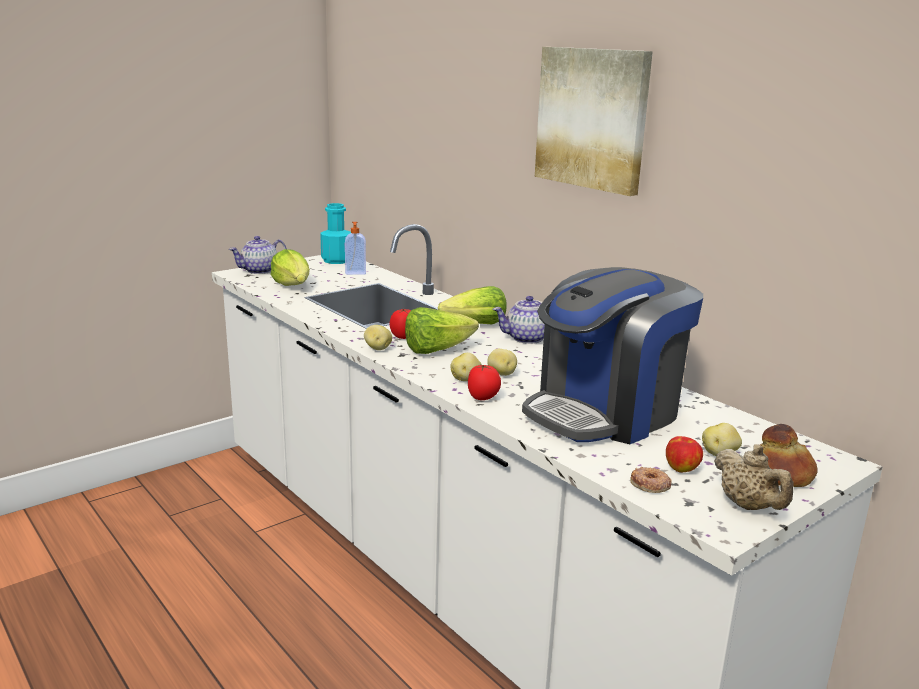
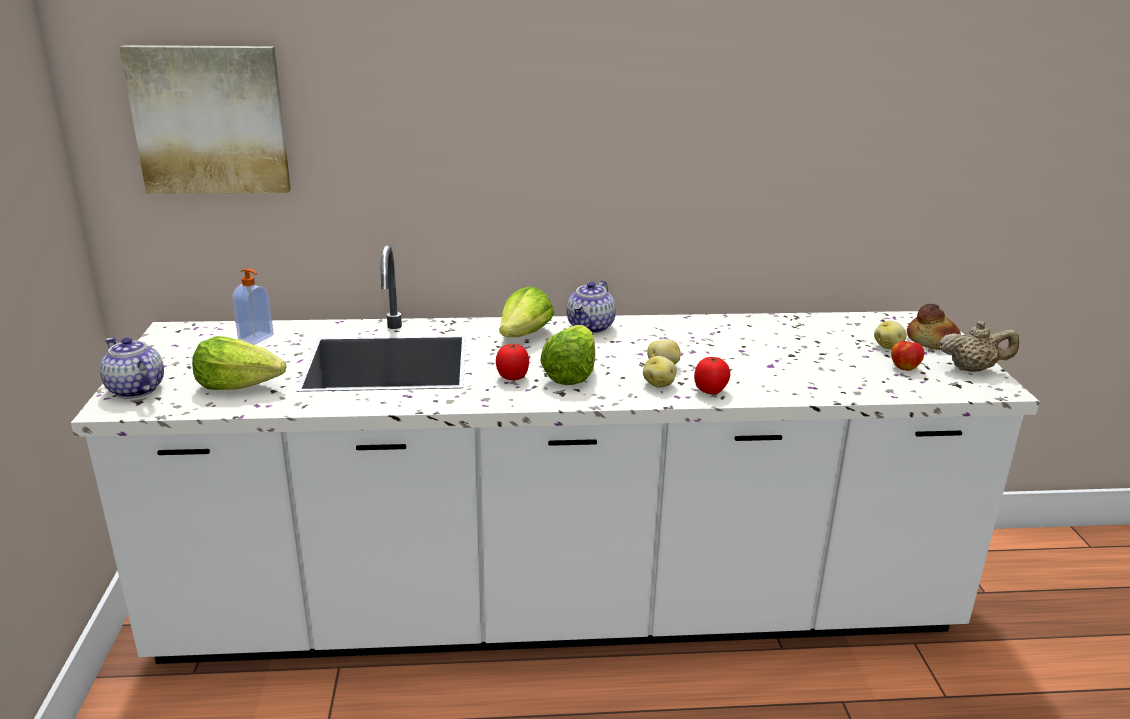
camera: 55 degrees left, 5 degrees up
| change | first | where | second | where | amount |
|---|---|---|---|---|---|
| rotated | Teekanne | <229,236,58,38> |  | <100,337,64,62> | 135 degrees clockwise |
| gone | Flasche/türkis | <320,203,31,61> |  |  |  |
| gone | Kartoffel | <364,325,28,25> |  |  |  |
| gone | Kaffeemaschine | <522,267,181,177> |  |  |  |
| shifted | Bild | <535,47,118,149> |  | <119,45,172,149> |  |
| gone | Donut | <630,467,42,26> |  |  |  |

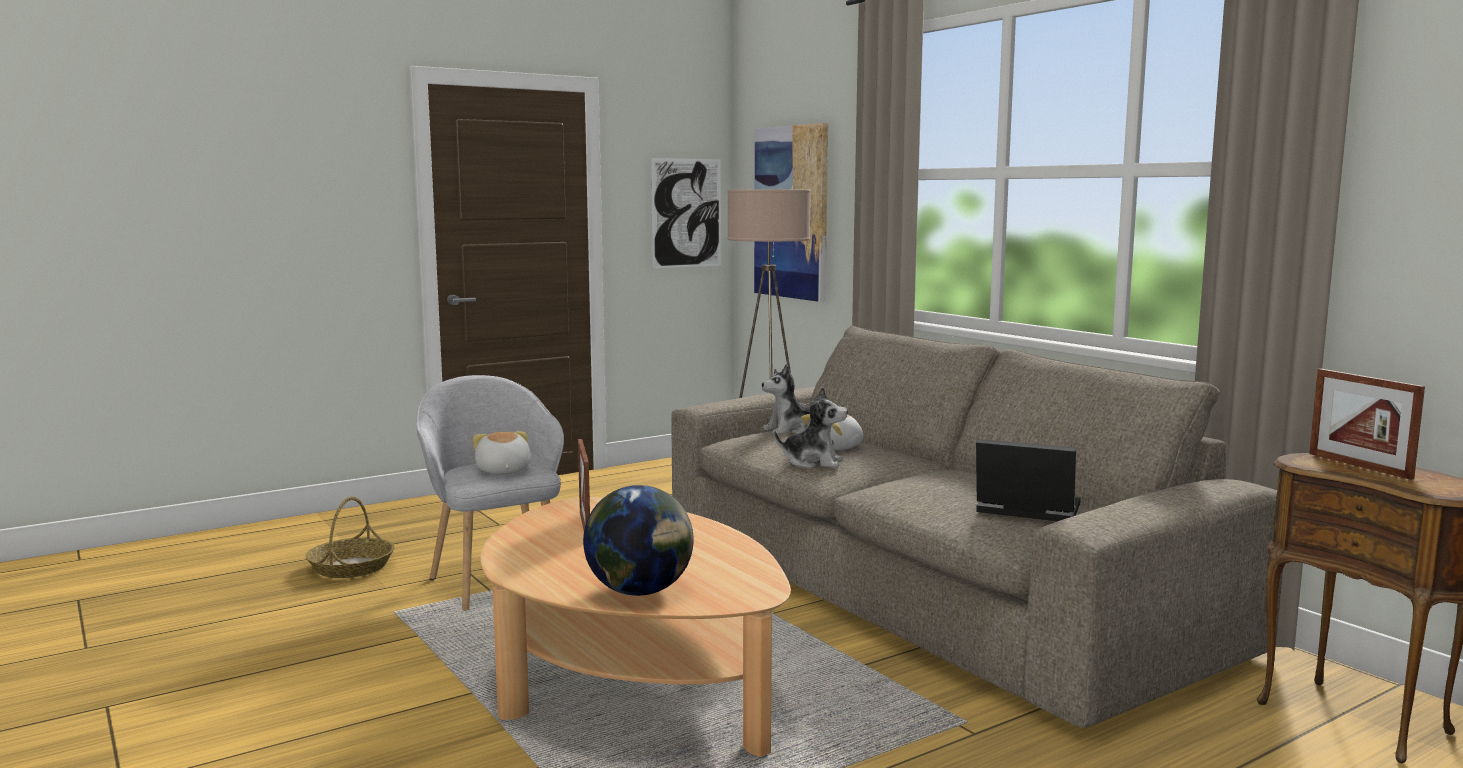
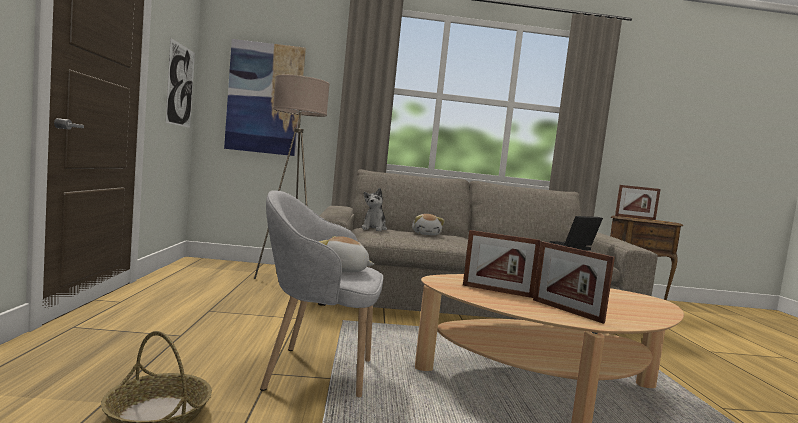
camera: 60 degrees left, 5 degrees down
| change | first | where | second | where | amount |
|---|---|---|---|---|---|
| gone | Globus | <583,485,111,111> |  |  |  |
| gone | Plüschtier | <774,387,74,82> |  |  |  |
| new |  |  | Bilderrahmen | <533,241,82,83> |  |

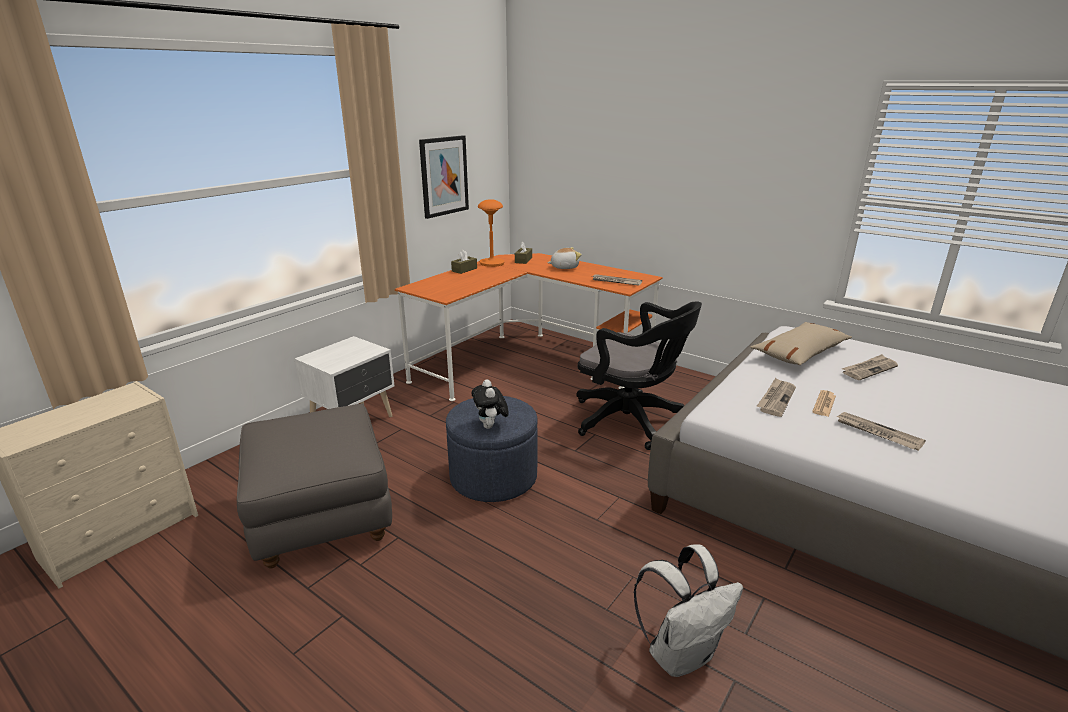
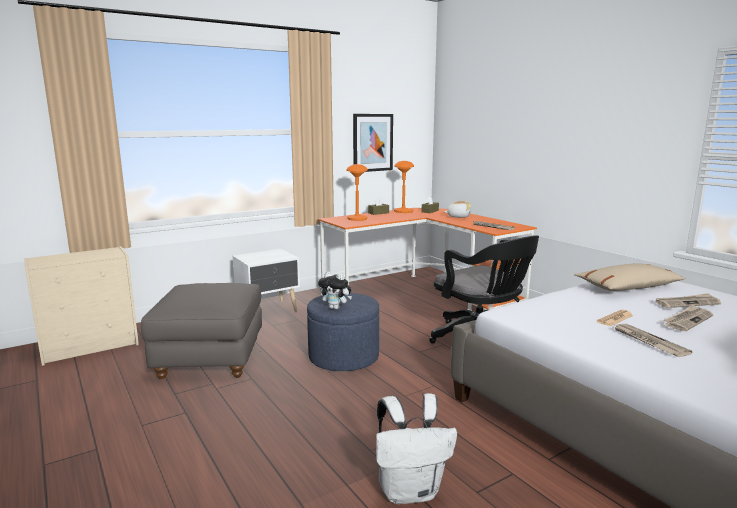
camera: 20 degrees right, 10 degrees down
| change | first | where | second | where | amount |
|---|---|---|---|---|---|
| rotated | Plüschtier | <471,379,38,50> |  | <318,272,34,37> | 75 degrees counterclockwise |
| shifted | Zeitung | <757,378,39,39> |  | <663,305,50,26> |  |
| new |  |  | Tischlampe/orange | <346,164,22,57> |  |

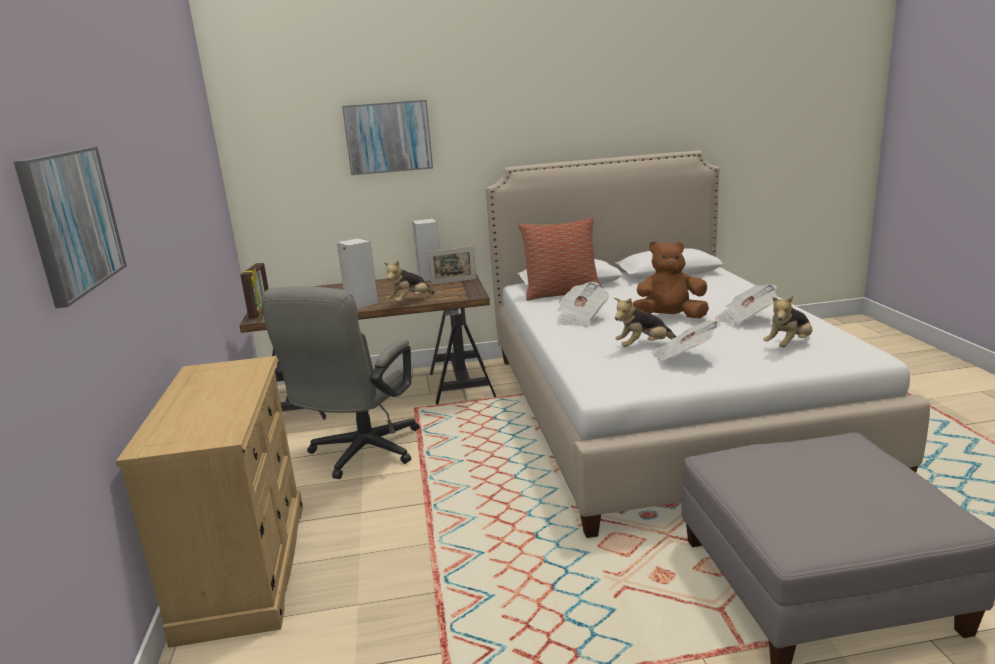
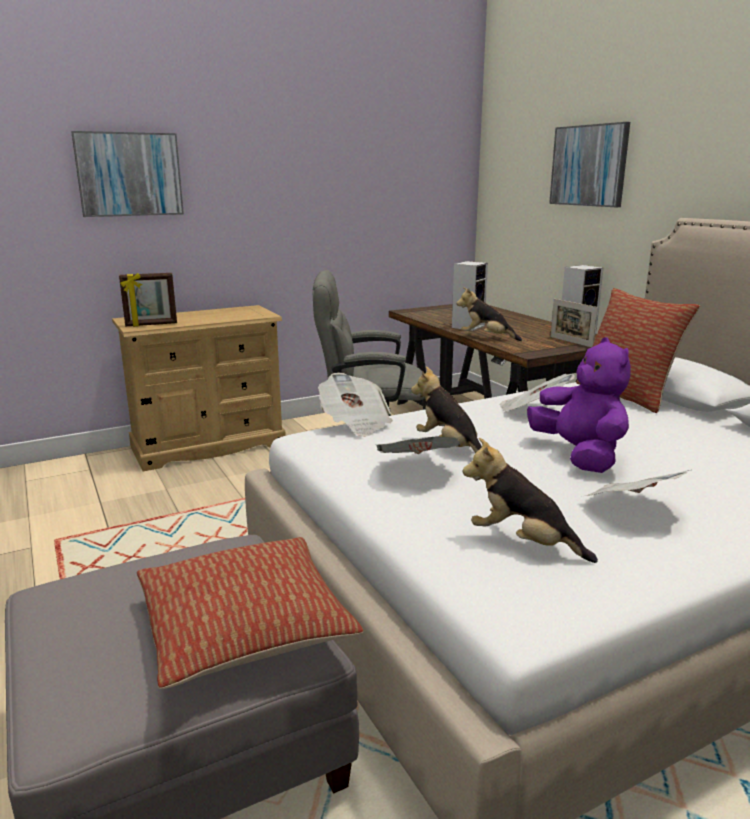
camera: 70 degrees right, 0 degrees up
| change | first | where | second | where | amount |
|---|---|---|---|---|---|
| shifted | Bilderrahmen | <240,263,29,56> |  | <119,273,58,54> |  |
| repainted | Plüschtier/braun | <632,241,77,77> | Plüschtier/lila | <527,337,104,136> |  |
| new |  |  | Kissen | <137,537,226,152> |  |
| new |  |  | Zeitung | <318,373,75,64> |  |

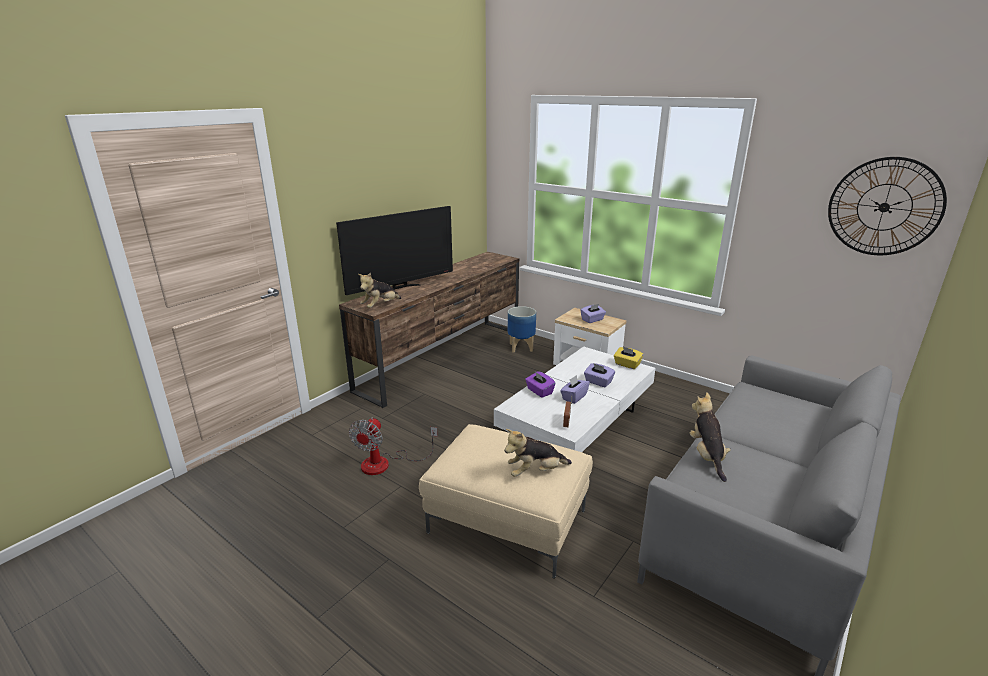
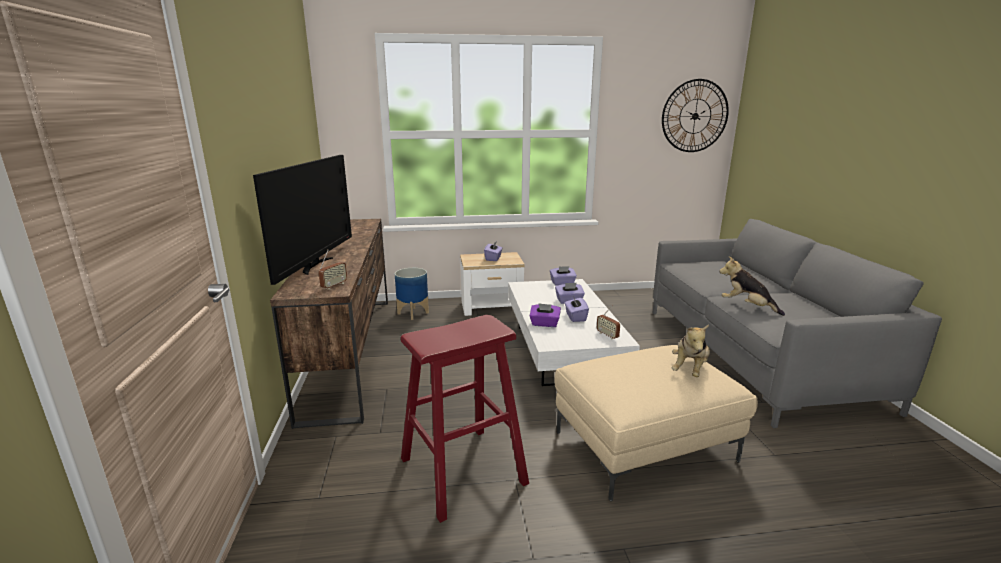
camera: 45 degrees left, 5 degrees down
| change | first | where | second | where | amount |
|---|---|---|---|---|---|
| swapped | Ventilator | <349,417,89,58> | Hocker/rot | <401,315,128,208> |  |
| swapped | Plüschtier | <358,273,43,35> | Radio | <319,250,28,40> |  |
| repainted | Taschentuchbox/gelb | <614,347,29,22> | Taschentuchbox/lila | <550,266,27,20> |  |

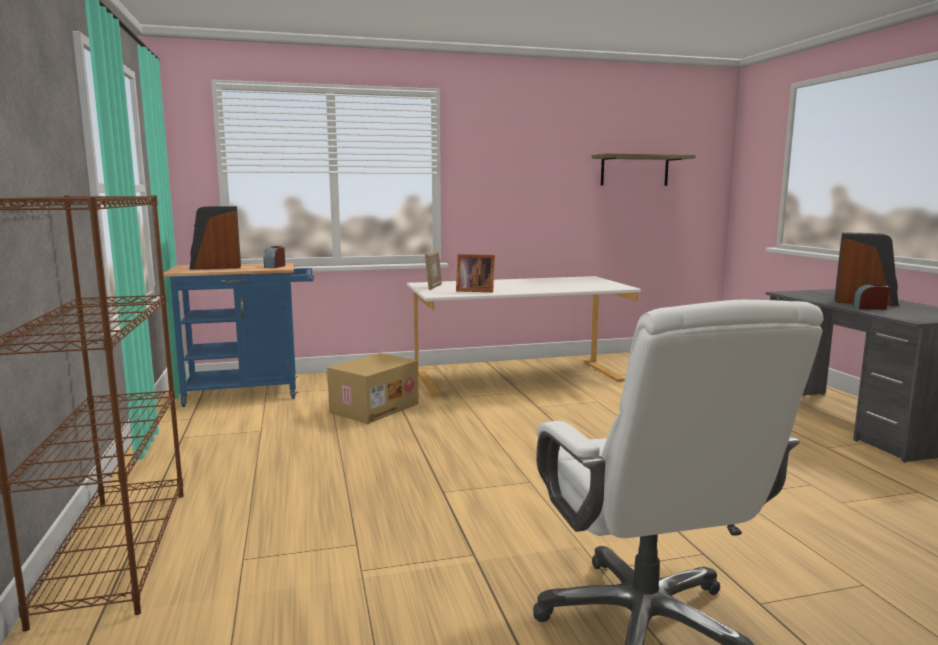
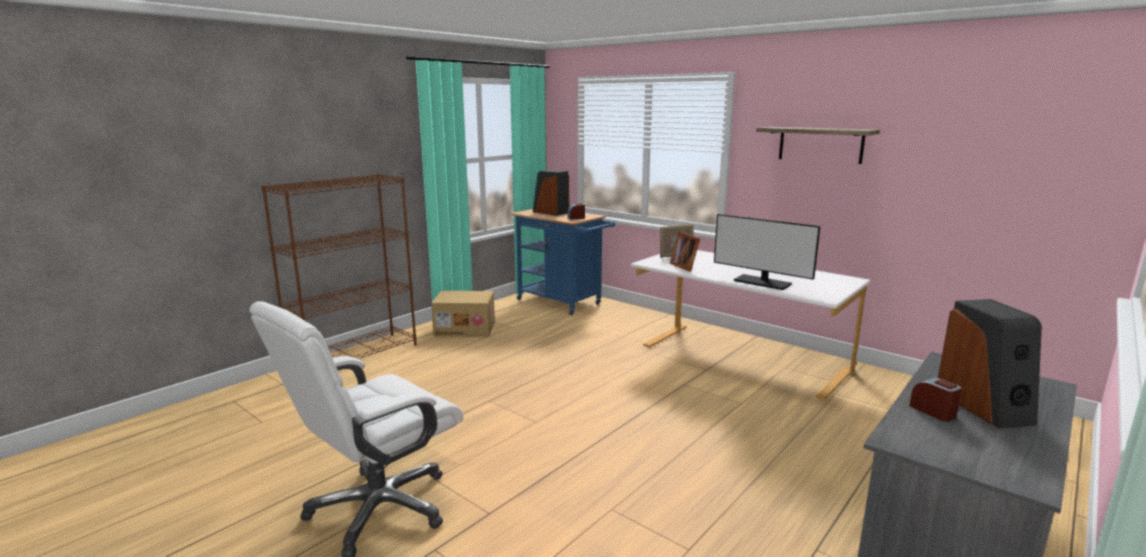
camera: 55 degrees right, 5 degrees up
| change | first | where | second | where | amount |
|---|---|---|---|---|---|
| shifted | Karton | <327,353,92,71> |  | <431,291,64,46> |  |
| shifted | Wandregal | <592,153,104,33> |  | <756,127,124,37> |  |
| new |  |  | Monitor | <714,214,106,76> |  |

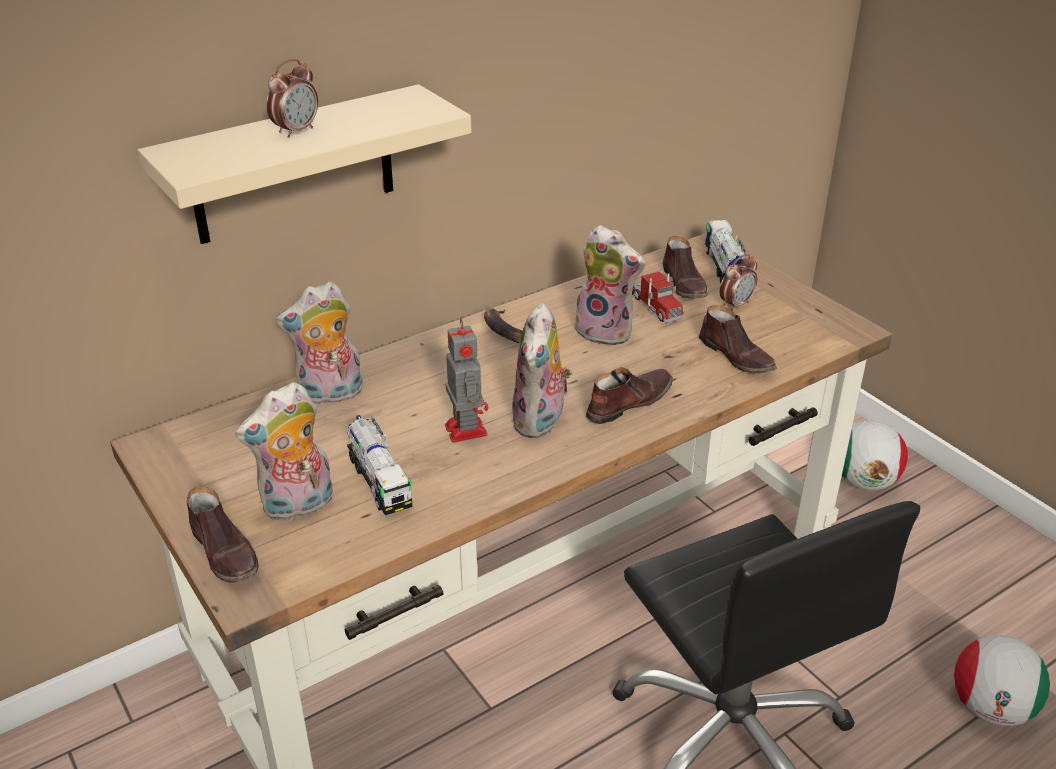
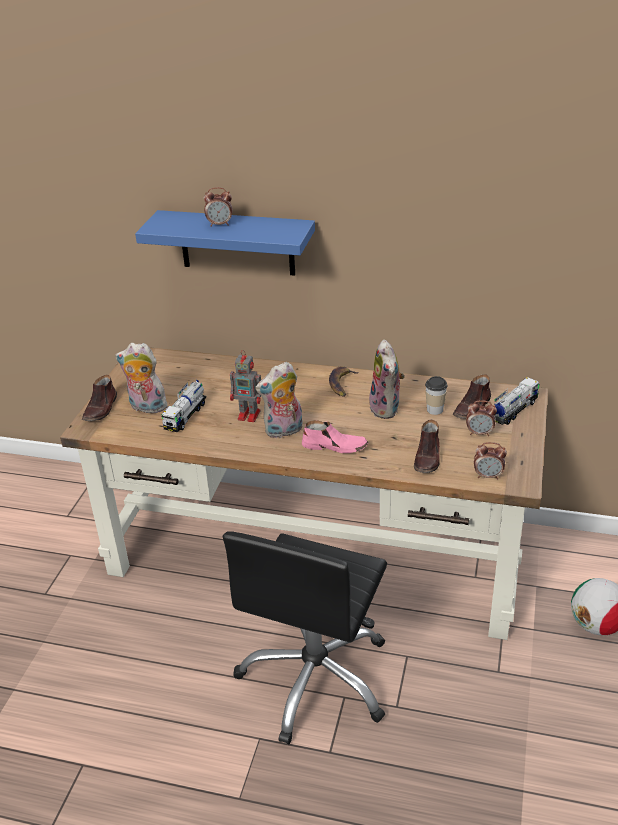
camera: 50 degrees right, 0 degrees up
| change | first | where | second | where | amount |
|---|---|---|---|---|---|
| repainted | Wandregal/beige | <138,84,334,160> | Wandregal/blau | <135,210,180,66> |  |
| gone | Plüschtier | <276,281,87,124> |  |  |  |
| rotated | Spielzeugroboter | <445,318,43,125> |  | <230,350,31,72> | 75 degrees clockwise |
| repainted | Schuh/braun | <586,367,87,57> | Schuh/rosa | <302,420,66,33> |  |
| swapped | Spielzeuglaster | <632,272,52,51> | Tasse | <425,376,23,39> |  |
| gone | Fußball | <954,635,96,91> |  |  |  |
| new |  |  | Wecker | <474,442,33,38> |  |

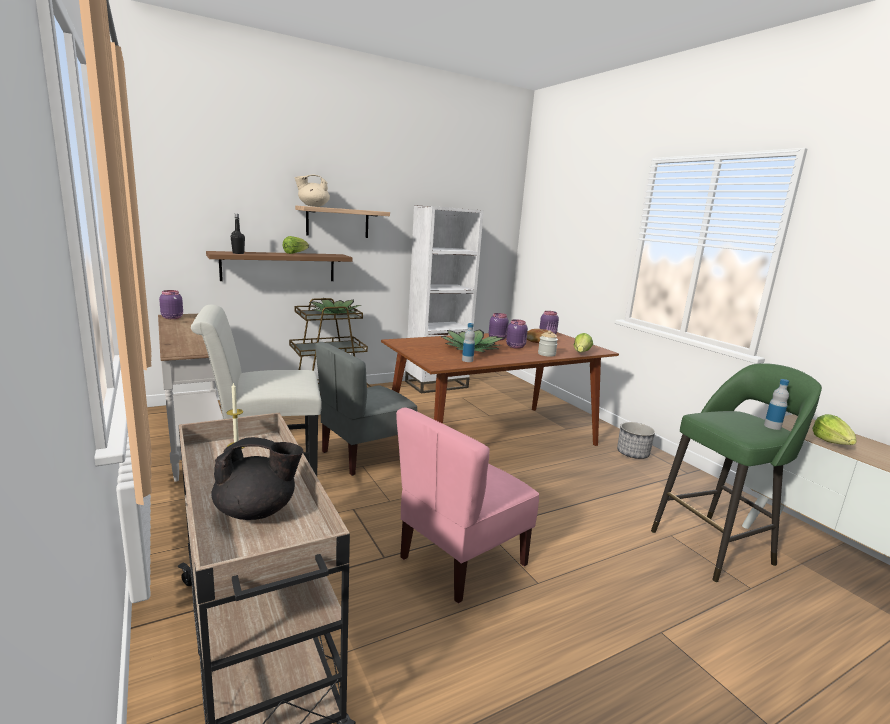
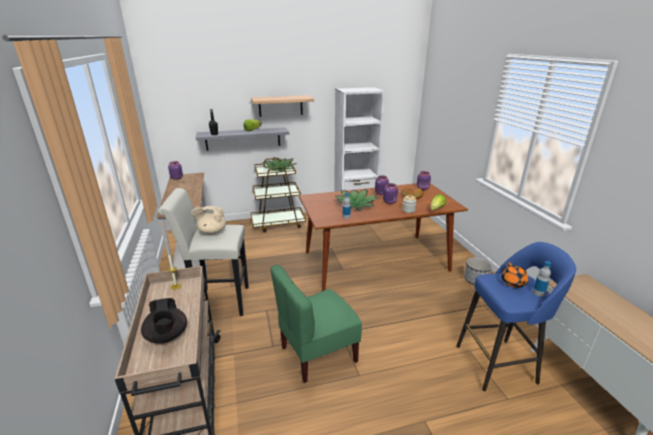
camera: 15 degrees right, 10 degrees up
| change | first | where | second | where | amount |
|---|---|---|---|---|---|
| repainted | Wandregal/braun | <206,251,147,30> | Wandregal/grau | <196,127,93,24> |  |
| rotated | Teekanne/schwarz | <212,437,91,83> |  | <141,298,46,46> | 60 degrees clockwise |
| shifted | Teekanne/beige | <295,175,35,32> |  | <191,206,35,29> |  |
| gone | Stuhl/grau | <315,342,102,134> |  |  |  |
| repainted | Stuhl/rosa | <396,407,143,197> | Stuhl/grün | <270,265,92,118> |  |
| repainted | Hocker/grün | <651,363,171,219> | Hocker/blau | <456,242,120,149> |  |
| gone | Salatkopf | <812,414,45,31> |  |  |  |
| new |  |  | Teekanne/orange | <501,263,27,25> |  |

